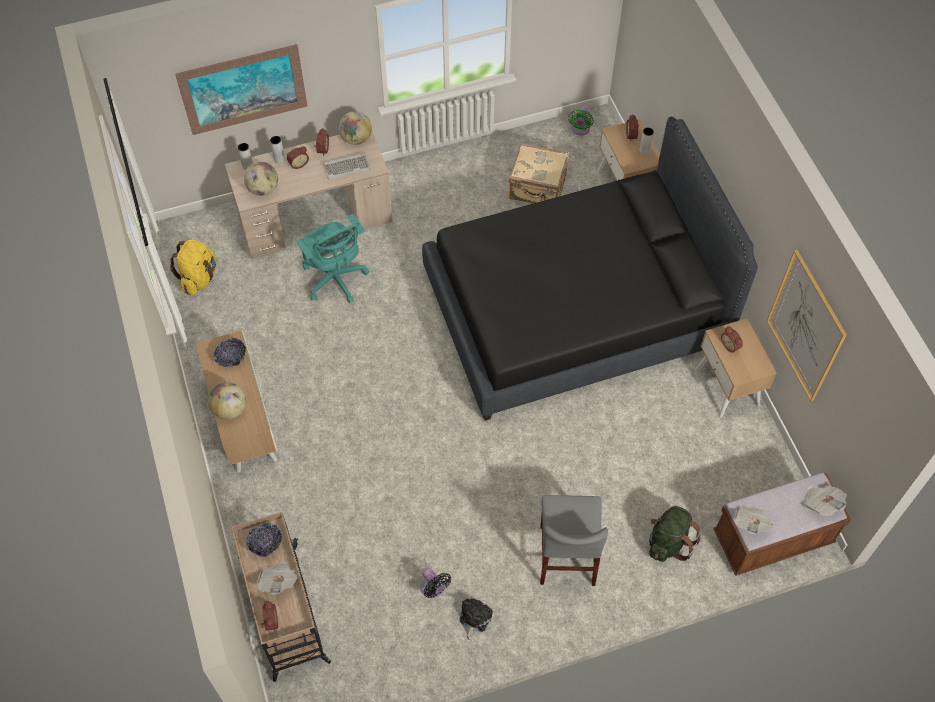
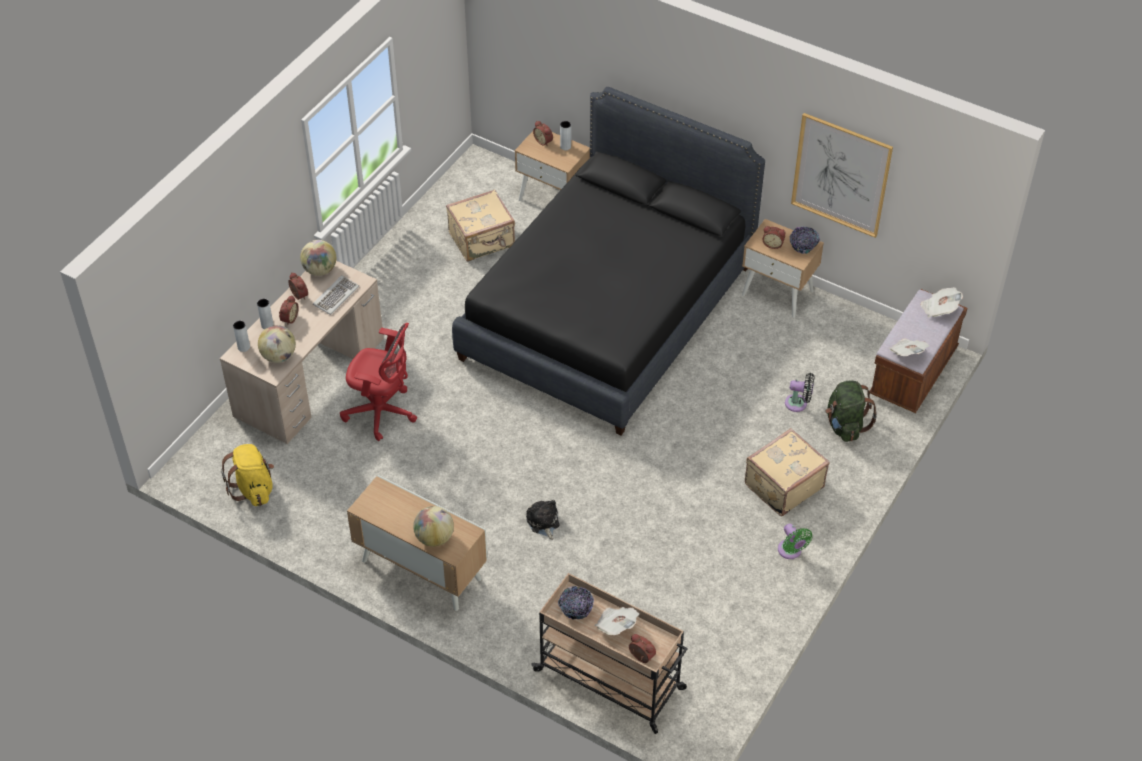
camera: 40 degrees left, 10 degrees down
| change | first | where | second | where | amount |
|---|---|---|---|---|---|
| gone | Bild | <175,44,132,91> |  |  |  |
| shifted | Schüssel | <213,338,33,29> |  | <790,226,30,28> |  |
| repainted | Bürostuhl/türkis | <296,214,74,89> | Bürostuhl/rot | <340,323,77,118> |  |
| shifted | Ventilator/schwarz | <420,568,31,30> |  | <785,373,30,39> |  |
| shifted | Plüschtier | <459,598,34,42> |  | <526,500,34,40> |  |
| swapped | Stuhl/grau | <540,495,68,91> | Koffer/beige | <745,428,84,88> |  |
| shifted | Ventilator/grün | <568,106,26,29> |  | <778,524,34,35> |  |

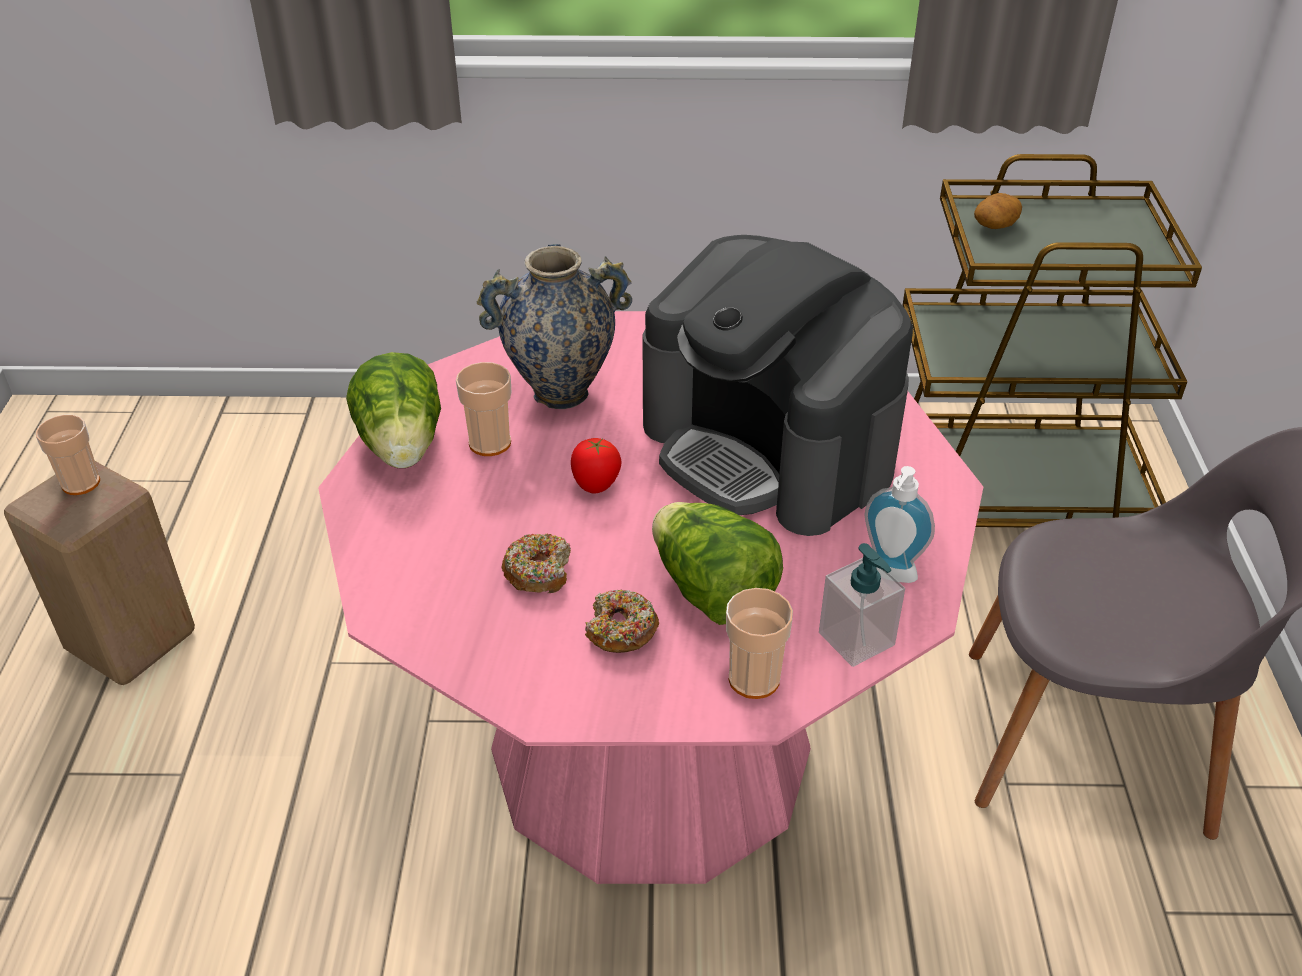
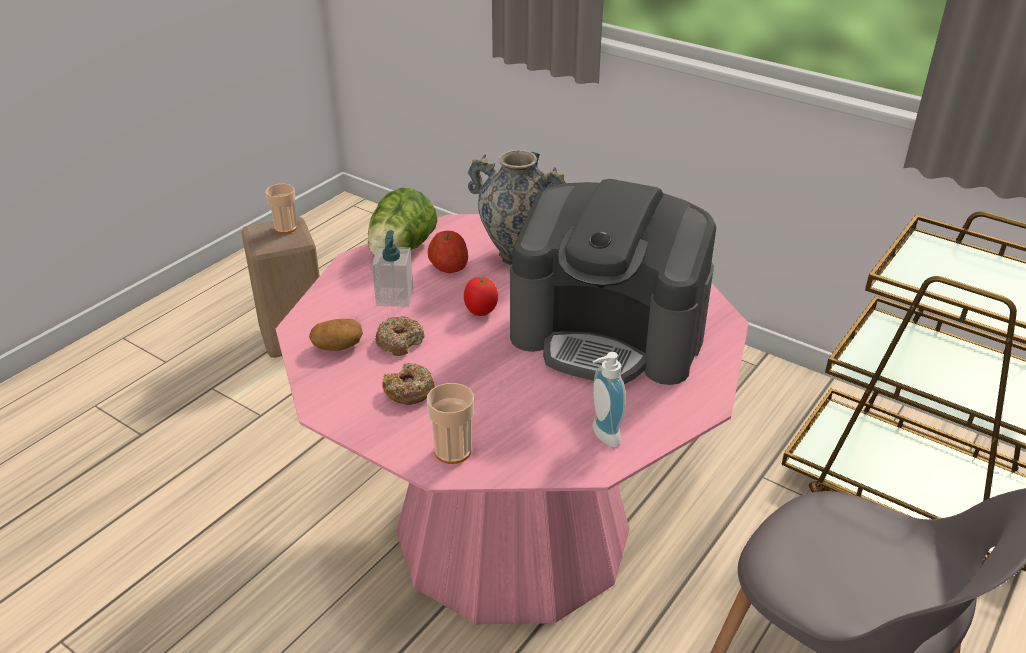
camera: 35 degrees right, 5 degrees down
| change | first | where | second | where | amount |
|---|---|---|---|---|---|
| swapped | Tasse | <456,362,55,94> | Apfel | <428,231,40,42> |  |
| rotated | Kaffeemaschine | <642,235,271,301> |  | <510,179,206,206> | 60 degrees counterclockwise |
| gone | Salatkopf | <652,502,131,123> |  |  |  |
| shifted | Seifenspender | <819,543,86,124> |  | <372,230,41,77> |  |
| shifted | Kartoffel | <974,193,48,36> |  | <309,319,54,32> |  |

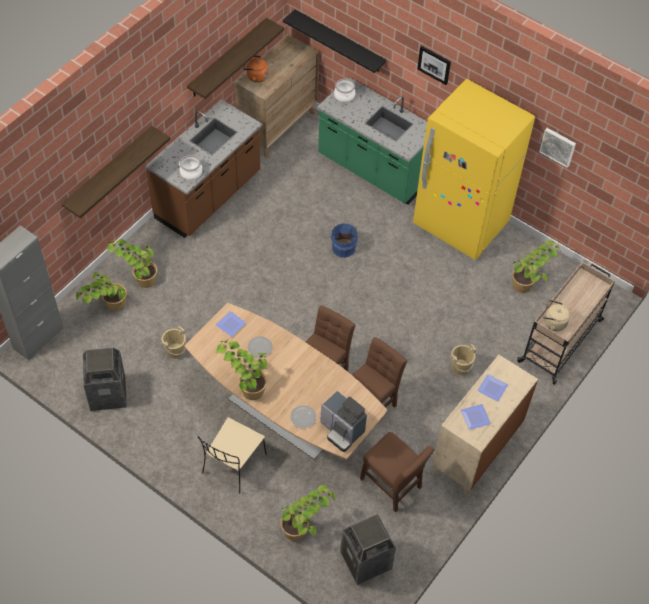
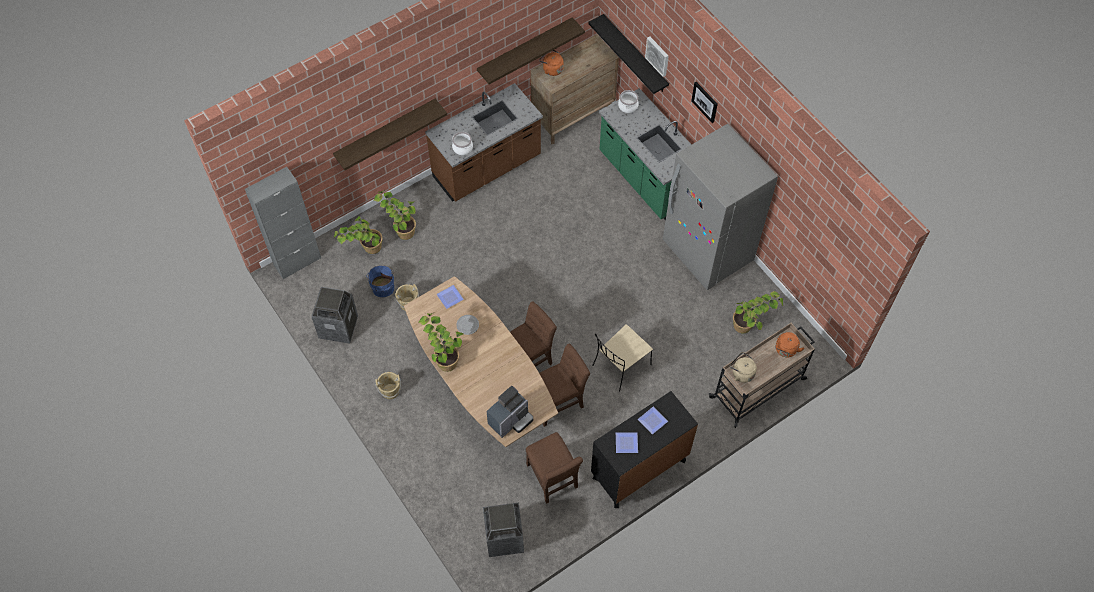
camera: 20 degrees right, 5 degrees up
| change | first | where | second | where | amount |
|---|---|---|---|---|---|
| shifted | Stuhl/beige | <198,417,69,77> |  | <592,324,61,68> |  |
| gone | Topfpflanze | <281,484,54,57> |  |  |  |
| gone | Teller | <291,406,25,22> |  |  |  |
| rotated | Kaffeemaschine | <320,391,47,61> |  | <487,386,46,52> | 105 degrees counterclockwise |
| shifted | Eimer/blau | <329,223,29,35> |  | <366,265,28,32> |  |
| repainted | Kühlschrank/gelb | <413,79,122,181> | Kühlschrank/grau | <663,124,115,166> |  |
| repainted | Kommode/beige | <433,355,105,142> | Kommode/schwarz | <591,391,107,117> |  |
| shifted | Eimer/beige | <451,344,25,31> |  | <375,372,26,27> |  |
| shifted | Bild | <539,128,37,40> |  | <645,36,23,41> |  |
| new |  |  | Wasserkessel/orange | <775,332,29,26> |  |

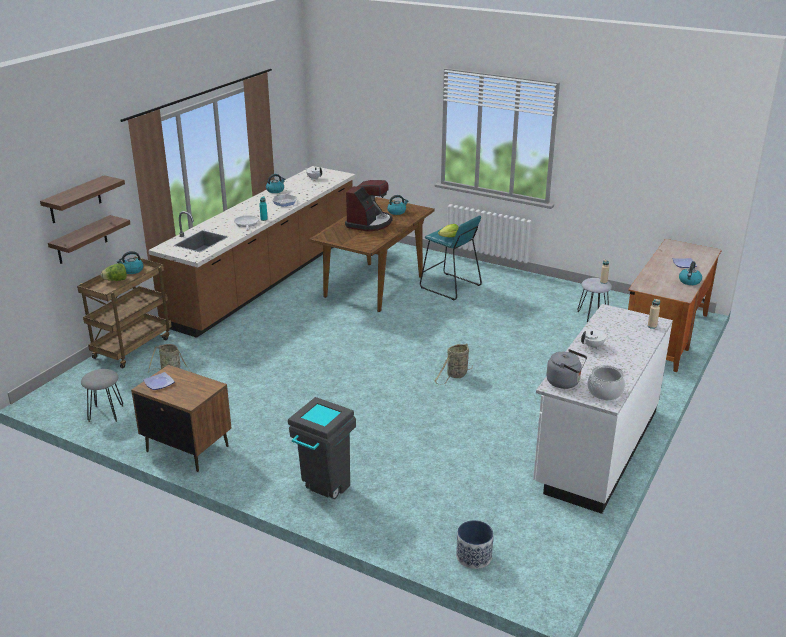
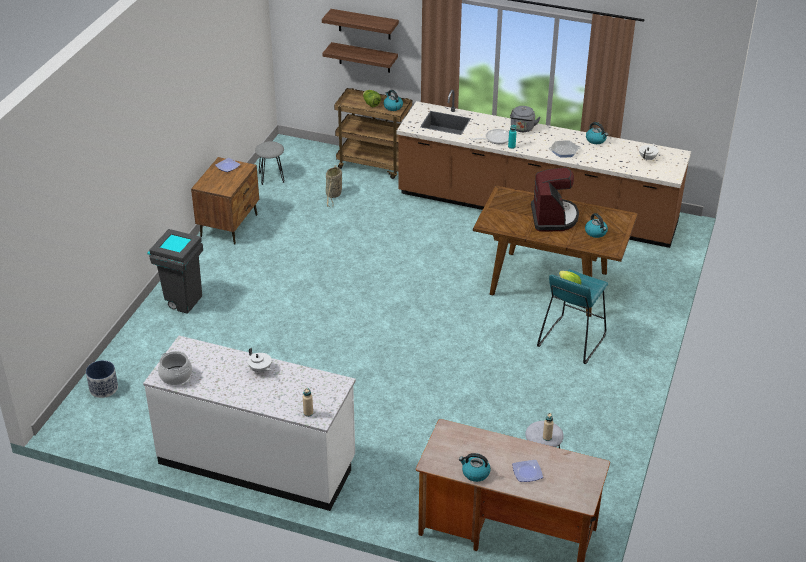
camera: 80 degrees right, 10 degrees up
| change | first | where | second | where | amount |
|---|---|---|---|---|---|
| rotated | Kaffeemaschine | <345,180,47,51> |  | <531,167,48,65> | 105 degrees counterclockwise |
| gone | Korb | <435,343,38,41> |  |  |  |
| shifted | Wasserkessel/grau | <546,349,41,40> |  | <510,106,30,26> |  |

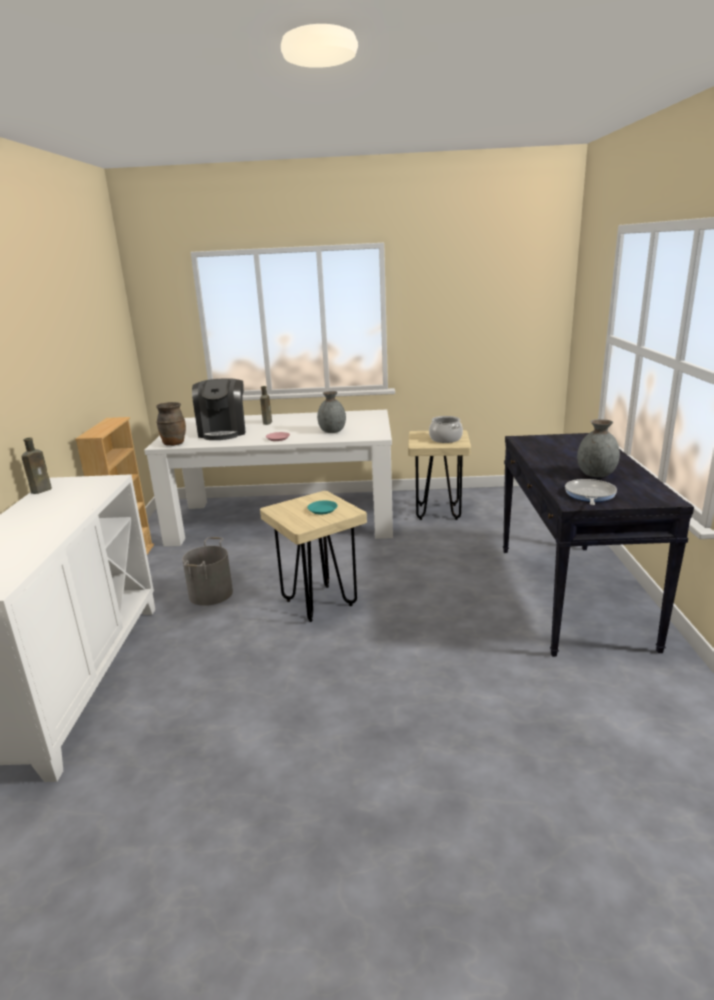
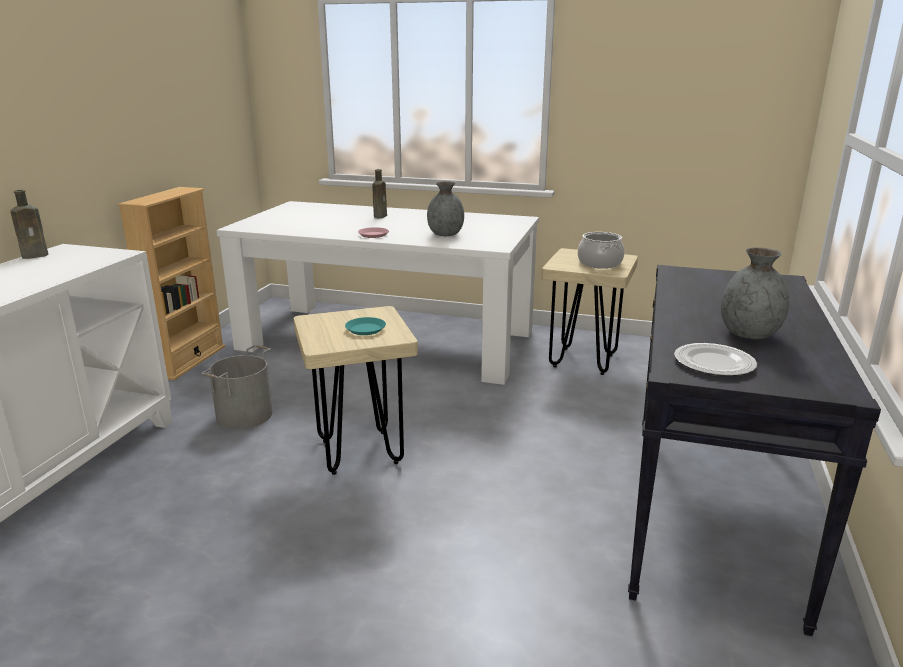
camera: 15 degrees right, 0 degrees up
| change | first | where | second | where | amount |
|---|---|---|---|---|---|
| gone | Vase/braun | <156,402,30,44> |  |  |  |
| gone | Kaffeemaschine | <192,378,54,62> |  |  |  |
| swapped | Pfanne | <565,479,52,26> | Teller | <674,343,83,33> |  |

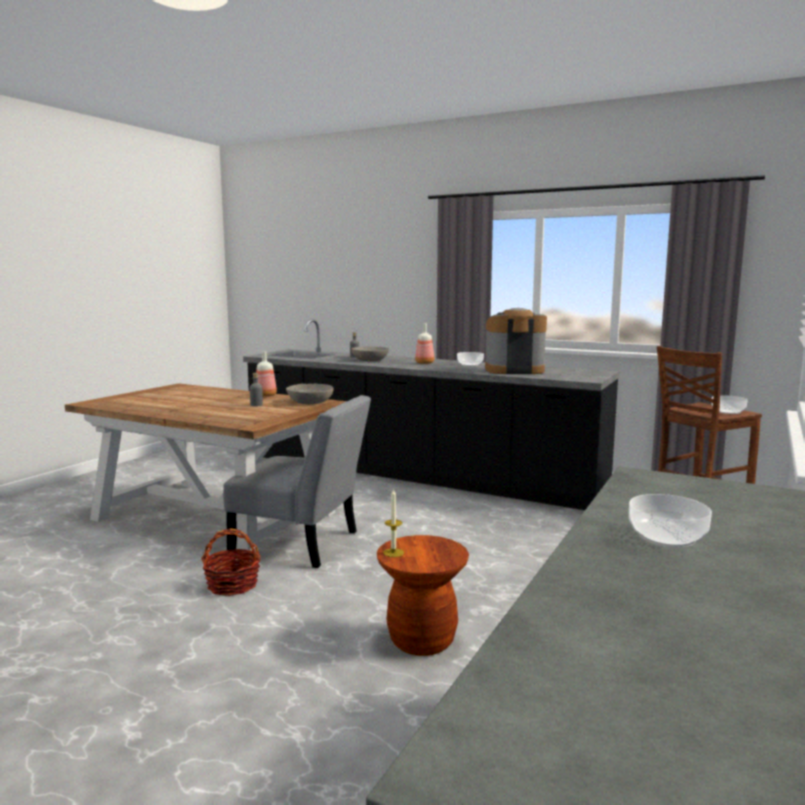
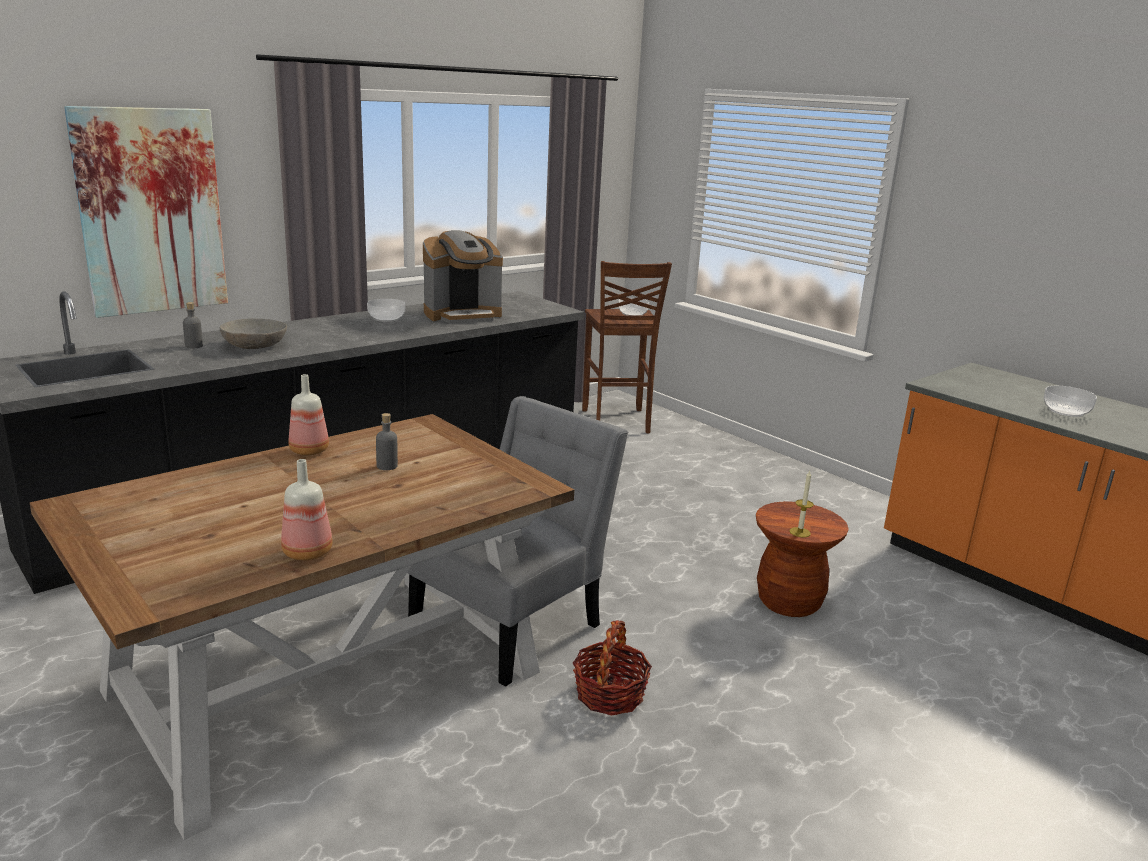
camera: 70 degrees left, 10 degrees up
| change | first | where | second | where | amount |
|---|---|---|---|---|---|
| gone | Schüssel/grau | <286,384,48,20> |  |  |  |
| shifted | Flasche | <415,324,19,40> |  | <281,459,52,102> |  |
| rotated | Kaffeemaschine | <485,308,62,66> |  | <423,230,80,94> | 135 degrees counterclockwise |
| new |  |  | Bild | <64,106,164,212> |  |

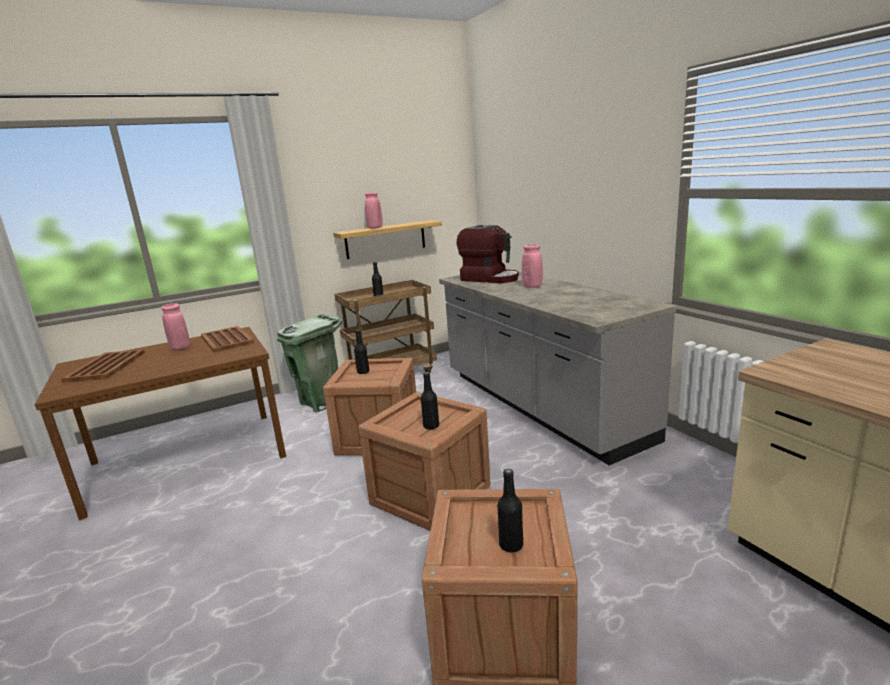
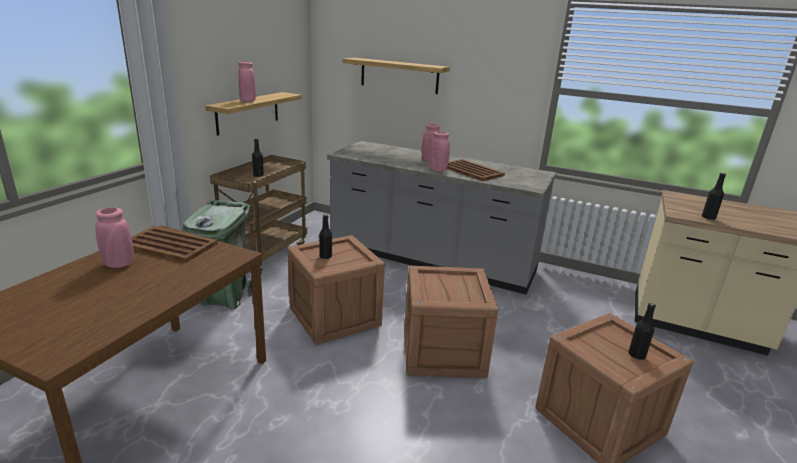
camera: 40 degrees left, 5 degrees up
| change | first | where | second | where | amount |
|---|---|---|---|---|---|
| shifted | Tablett/braun | <61,349,84,34> |  | <447,159,58,22> |  |
| shifted | Flasche/schwarz | <421,372,18,57> |  | <702,173,24,47> |  |
| gone | Kaffeemaschine | <456,225,63,58> |  |  |  |
| new |  |  | Wandregal | <342,58,108,36> |  |
| new |  |  | Vase/rosa | <430,132,20,40> |  |

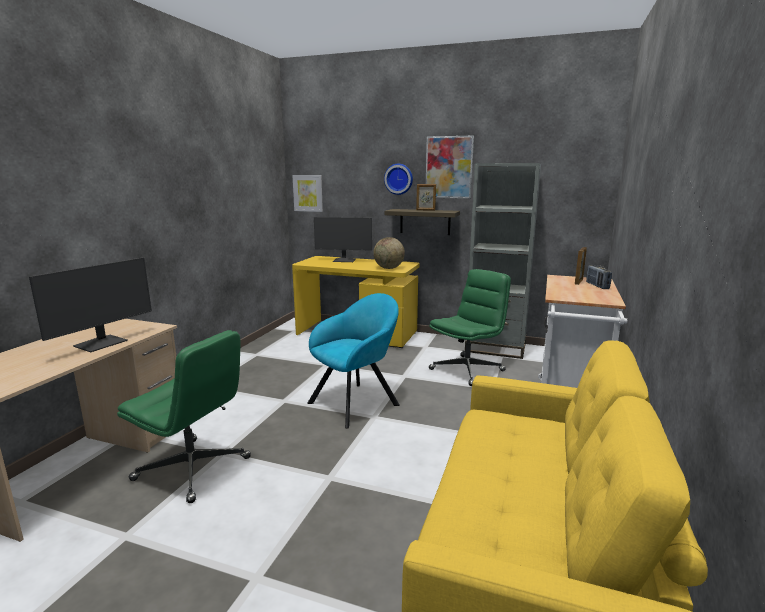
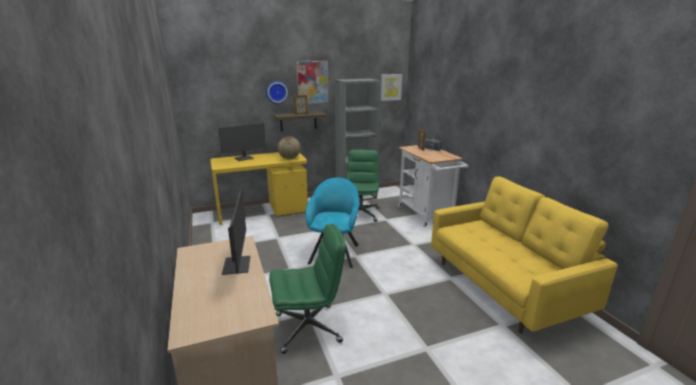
camera: 40 degrees left, 5 degrees up
| change | first | where | second | where | amount |
|---|---|---|---|---|---|
| shifted | Bild | <292,175,31,37> |  | <381,74,21,27> |  |

